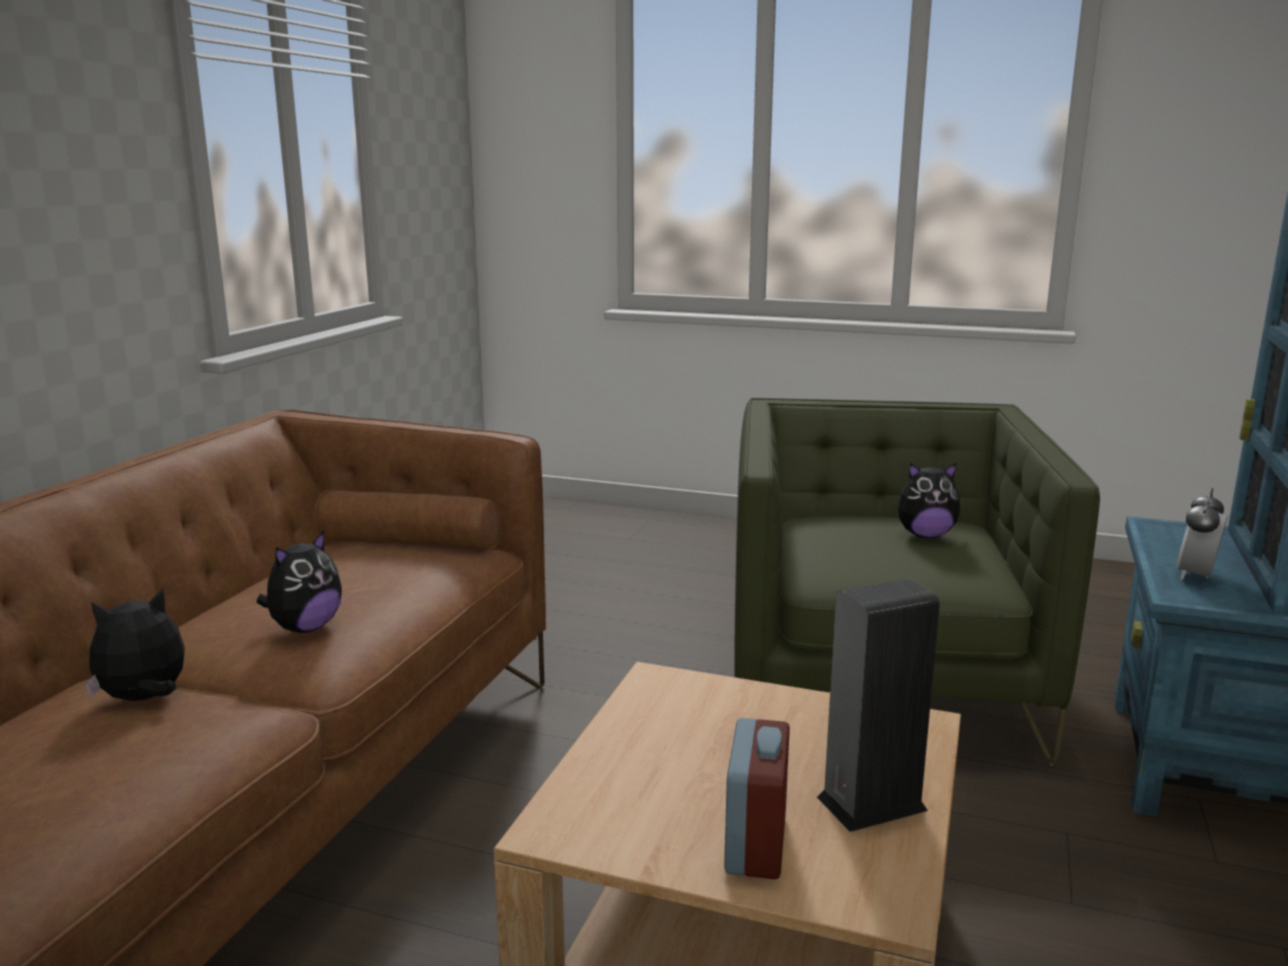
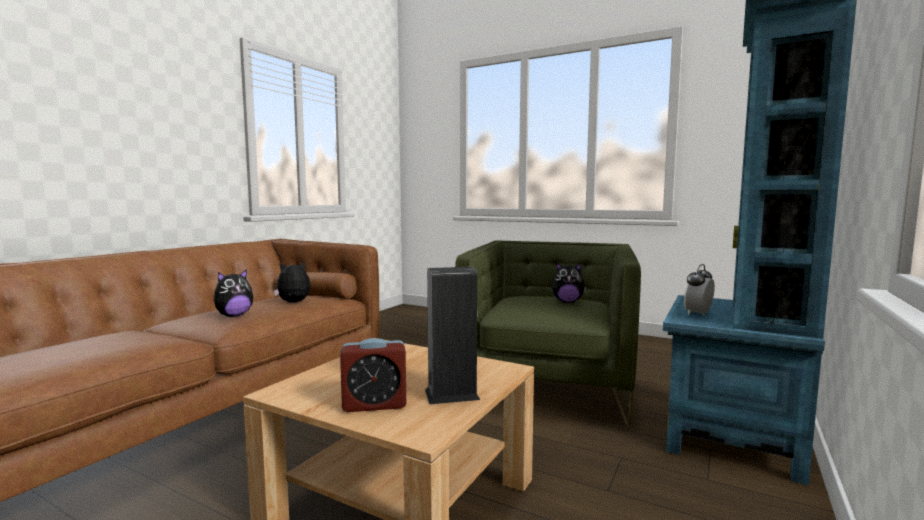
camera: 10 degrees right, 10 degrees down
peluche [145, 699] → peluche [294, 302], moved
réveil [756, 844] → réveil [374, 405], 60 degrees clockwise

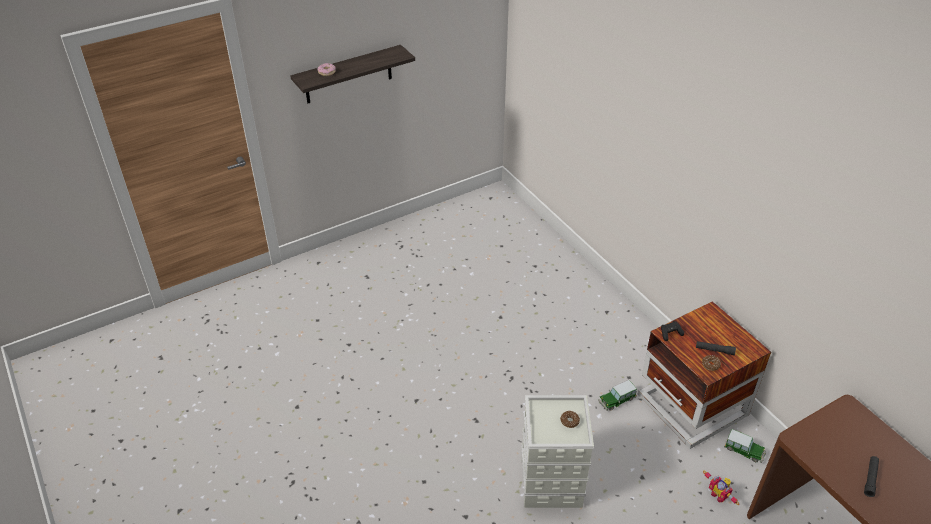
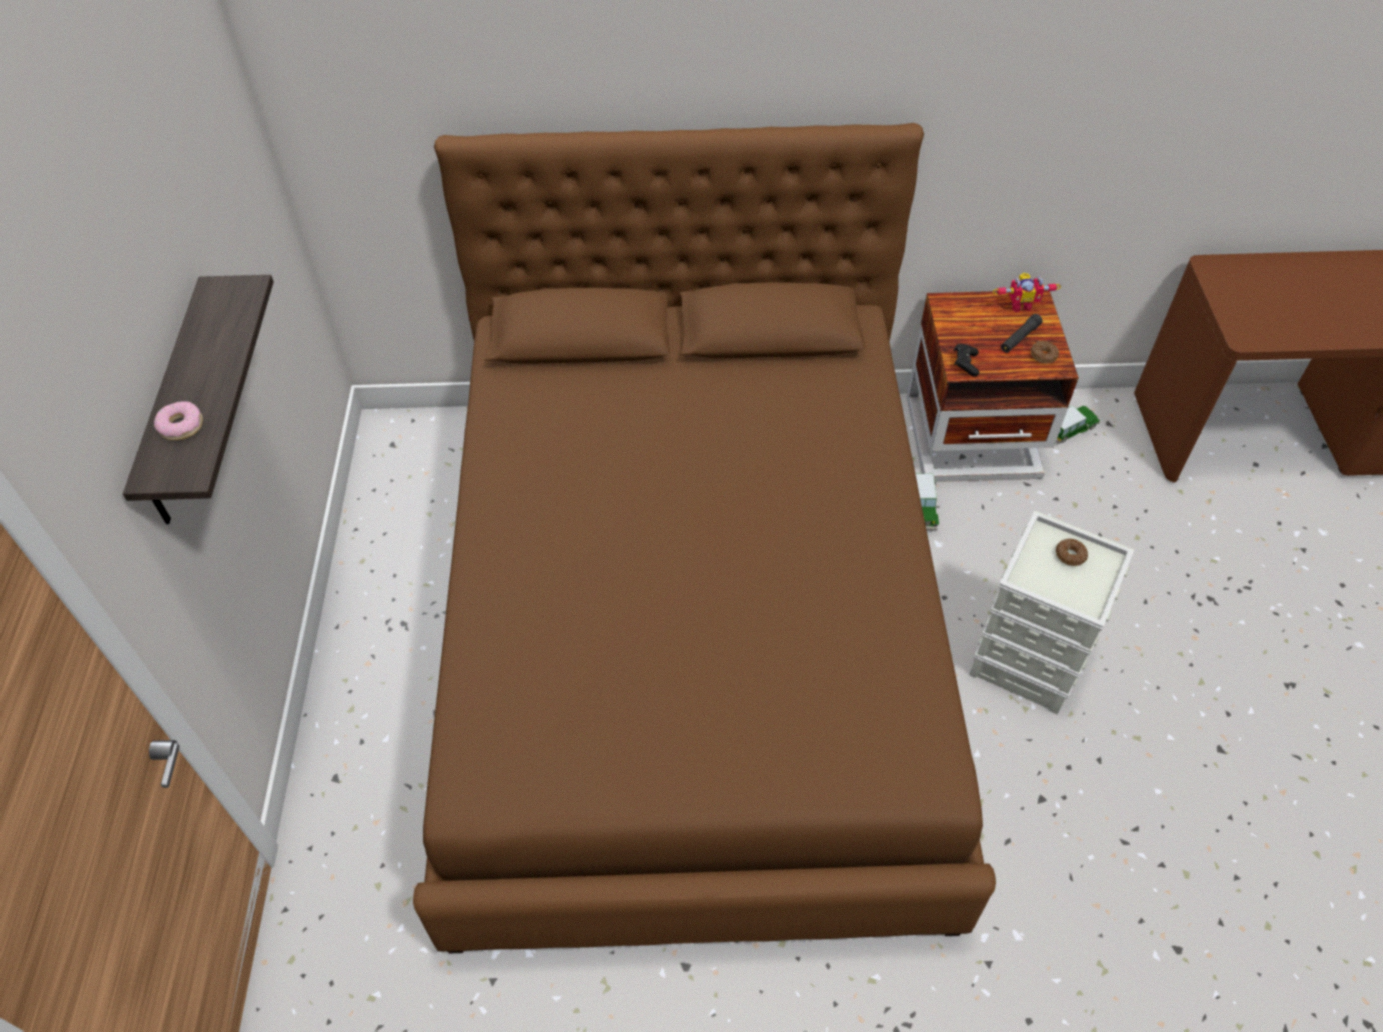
camera: 60 degrees left, 10 degrees up
robot jouet [719, 495] → robot jouet [1020, 305], moved
lampe de poche (noir) [870, 478] → -
- → lit (marron) [694, 632]

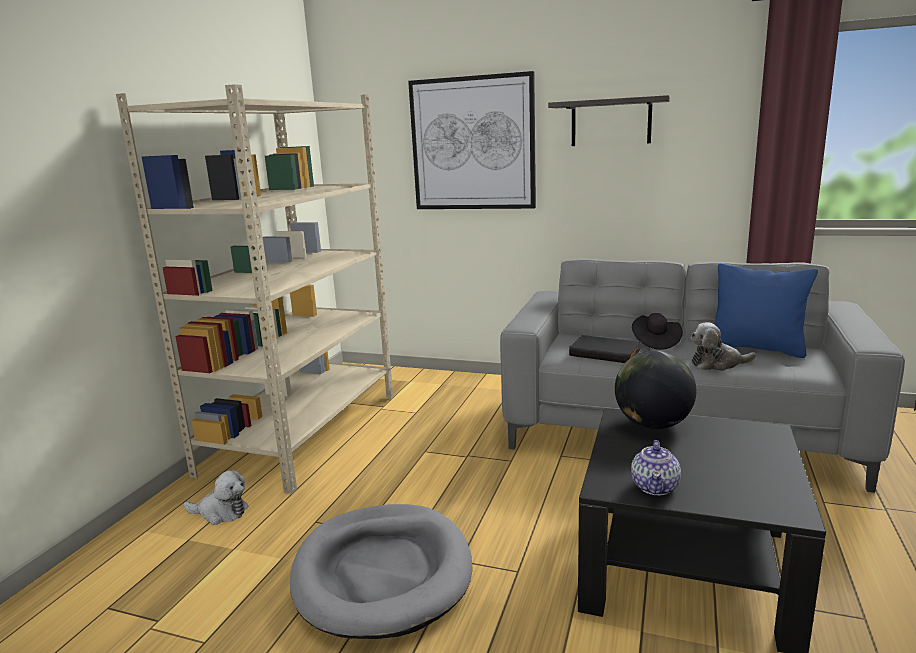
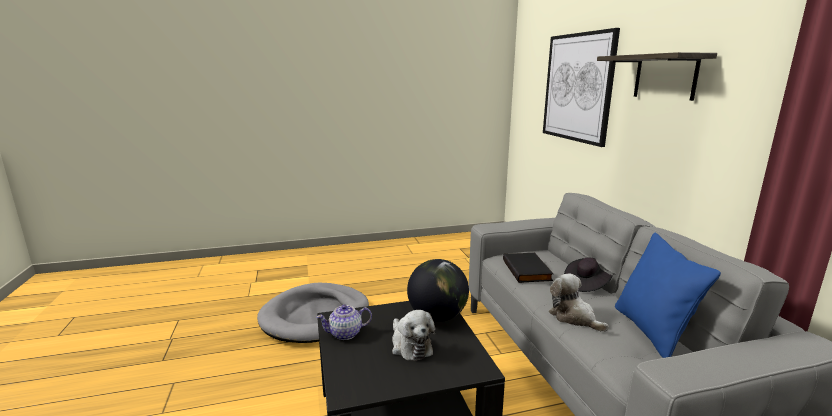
camera: 55 degrees right, 0 degrees up
bibliothèque (beige) [303, 432] → -
peluche [221, 512] → peluche [410, 345], moved

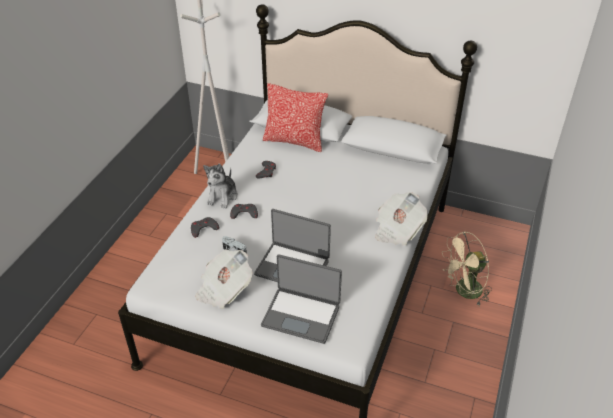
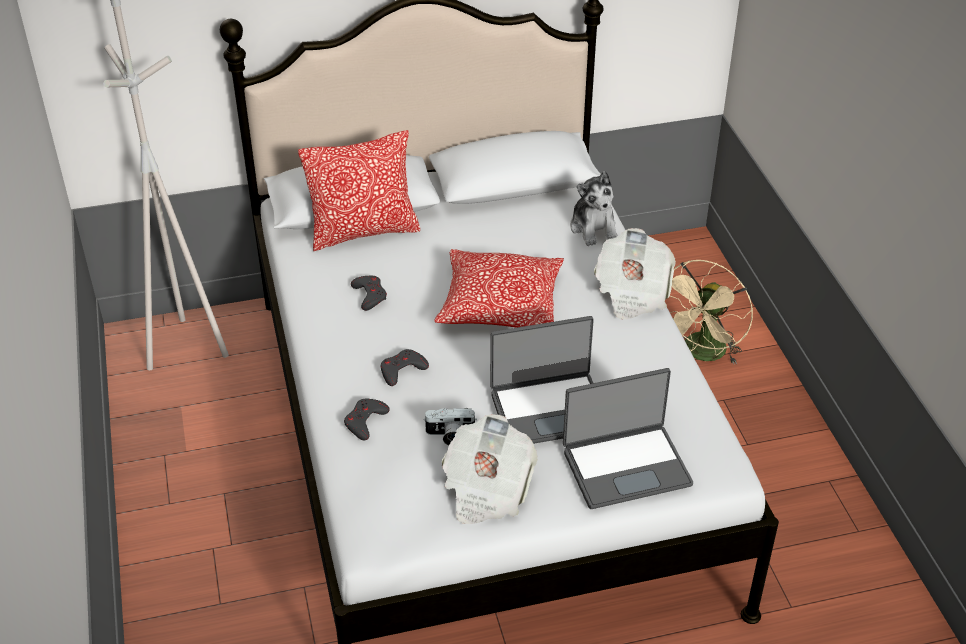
camera: 35 degrees left, 0 degrees up
peluche [223, 196] → peluche [594, 228], moved
- → coussin [500, 305]

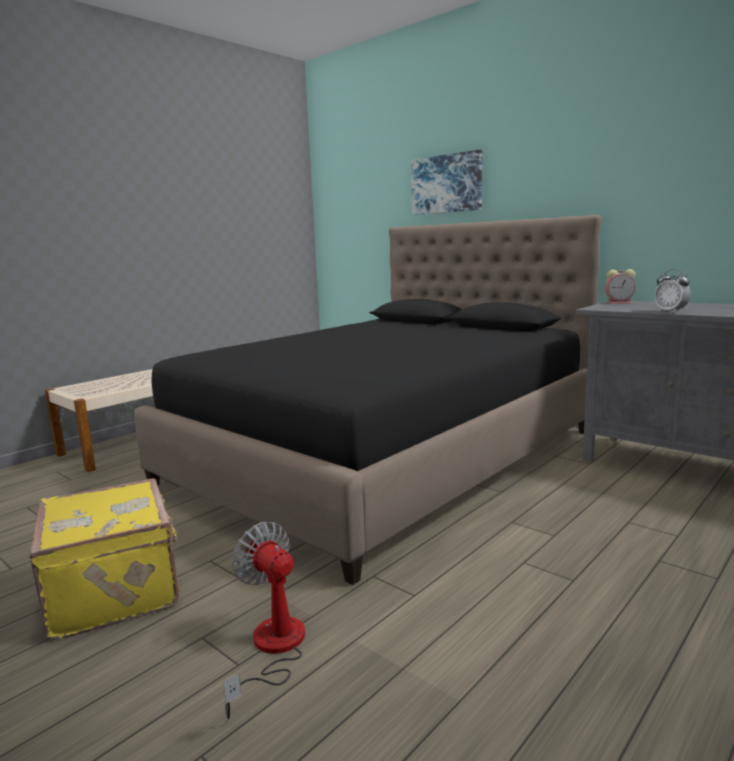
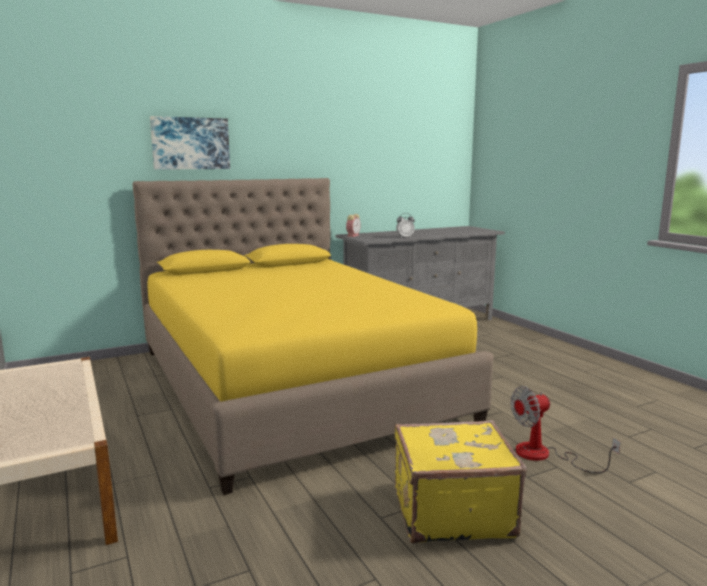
camera: 70 degrees left, 0 degrees up
lit (noir) [387, 456] → lit (jaune) [291, 383]

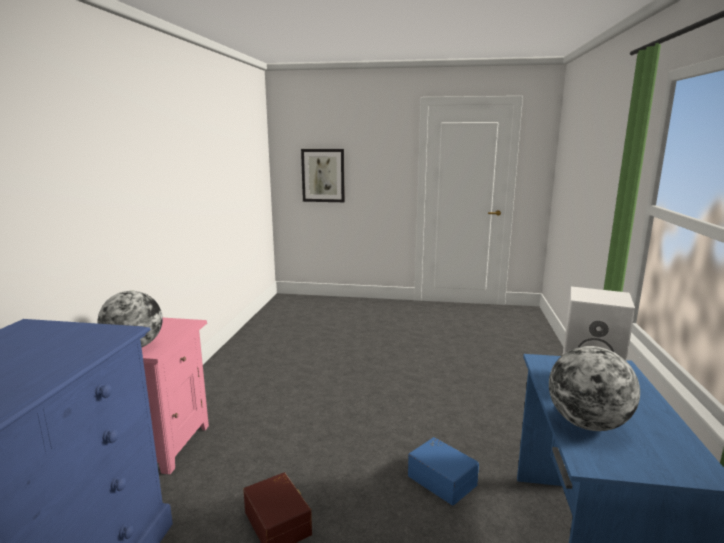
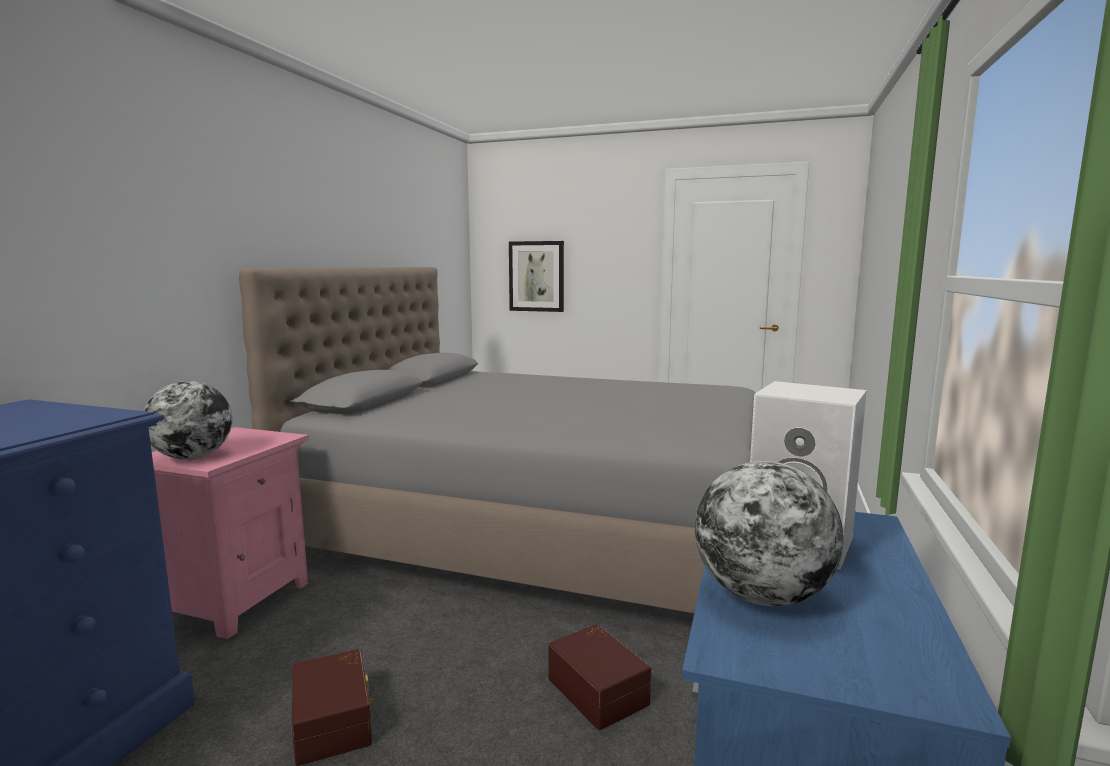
camera: 10 degrees right, 5 degrees down
boîte de rangement (bleu) [443, 479] → boîte de rangement (marron) [599, 690]
- → lit (gris) [542, 525]

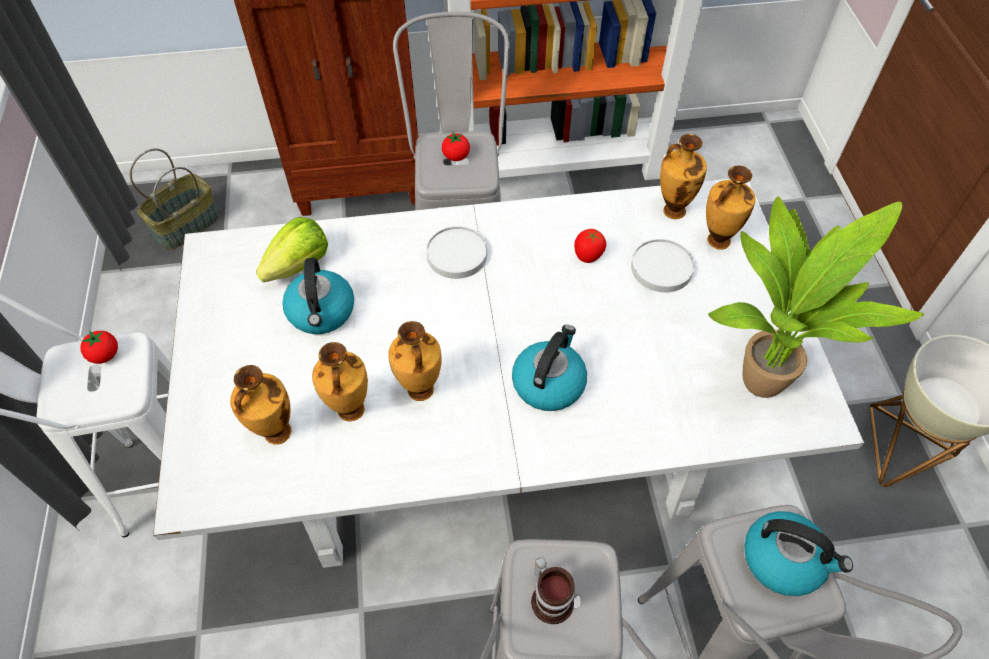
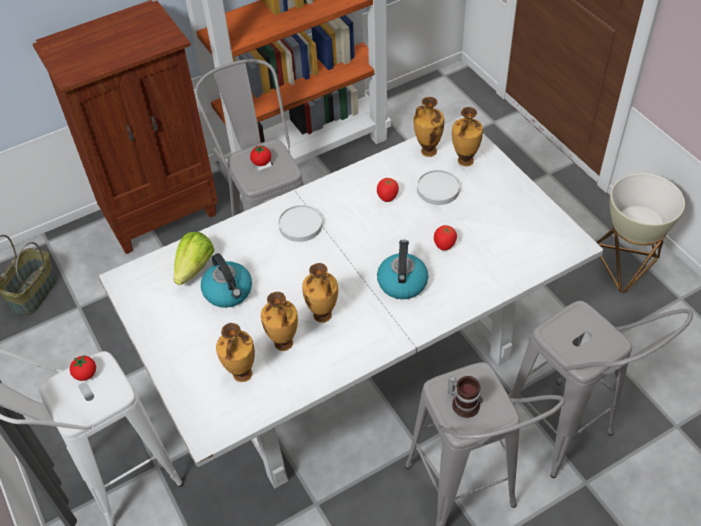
camera: 20 degrees left, 5 degrees down
plante en pot [757, 377] → -
bouilloire [784, 559] → -
- → tomate [444, 245]

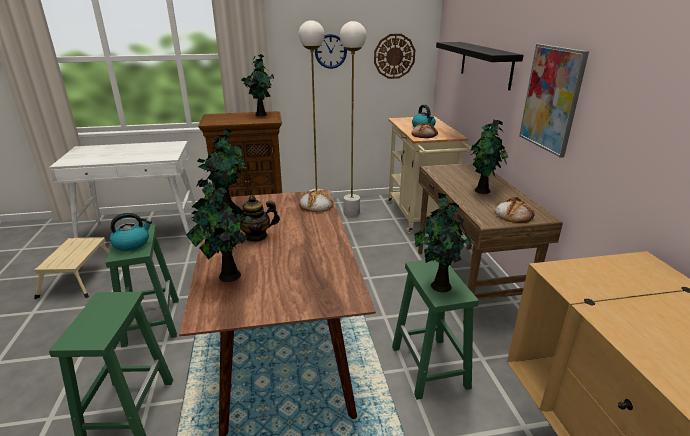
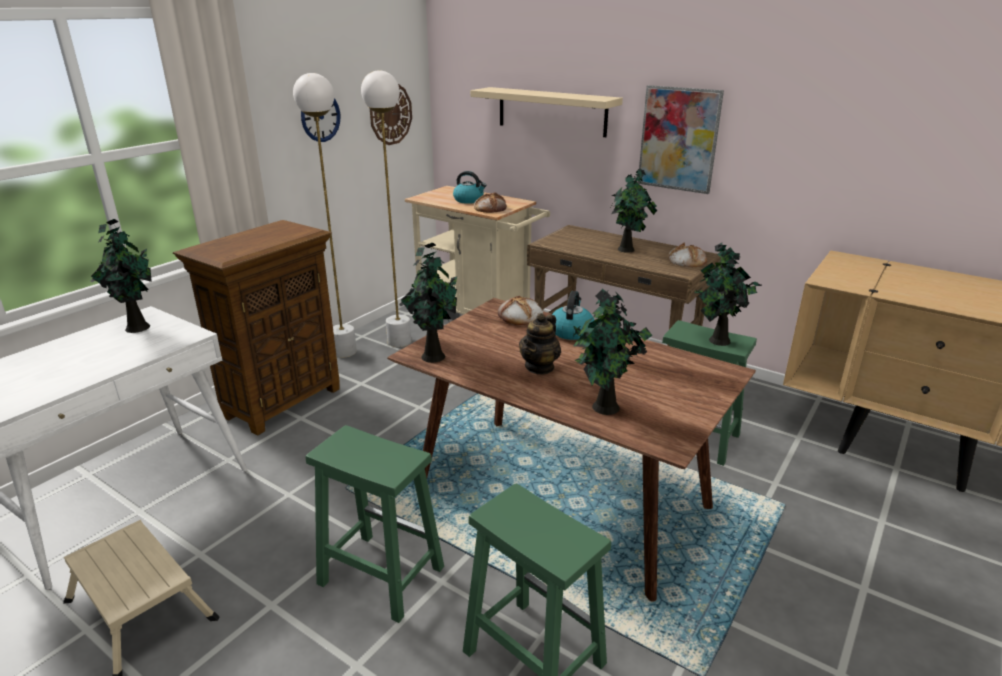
camera: 45 degrees left, 0 degrees up
bouilloire [132, 243] → bouilloire [571, 331], moved
plante en pot [261, 114] → plante en pot [136, 327], moved
étagère (noir) [485, 64] → étagère (beige) [551, 111]

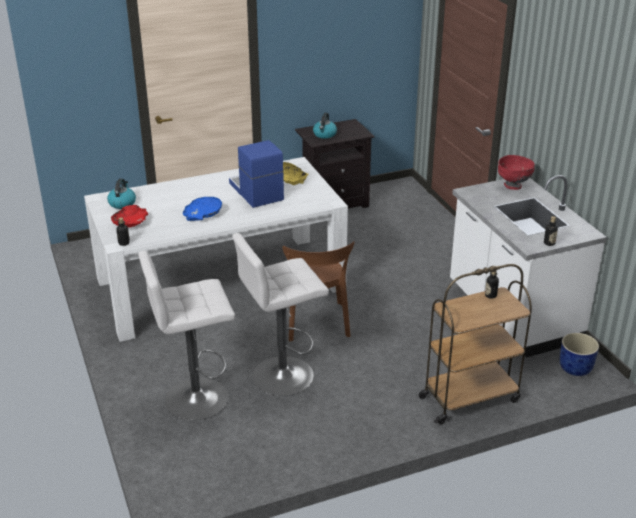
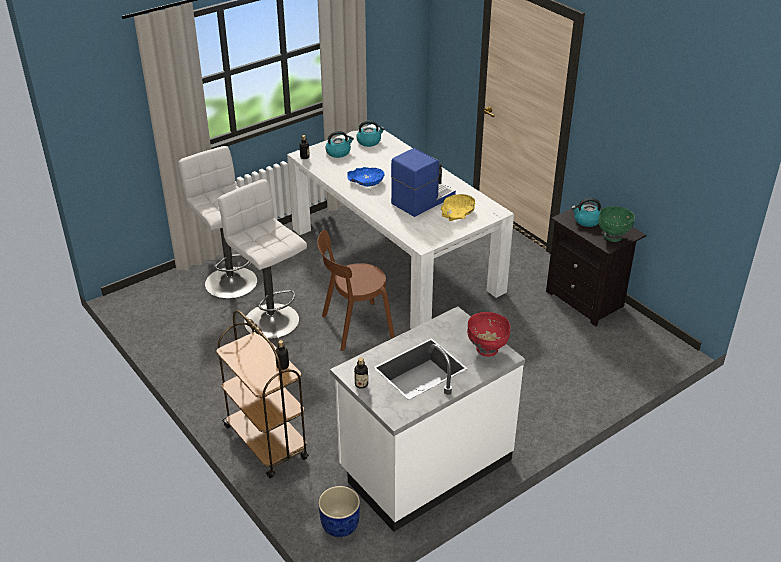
camera: 75 degrees right, 5 degrees up
bol (rouge) [130, 222] → bouilloire [338, 152]
- → bol (vert) [613, 237]

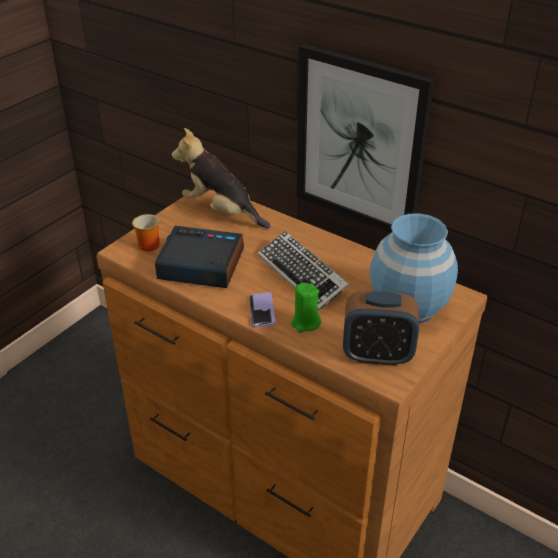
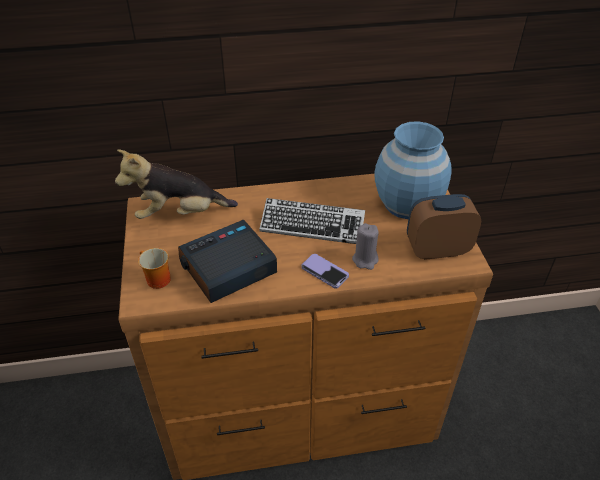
camera: 45 degrees left, 5 degrees up
bougie (vert) [305, 323] → bougie (gris) [365, 260]
tableau [360, 142] → -
réveil [377, 355] → réveil [437, 250], 150 degrees counterclockwise

